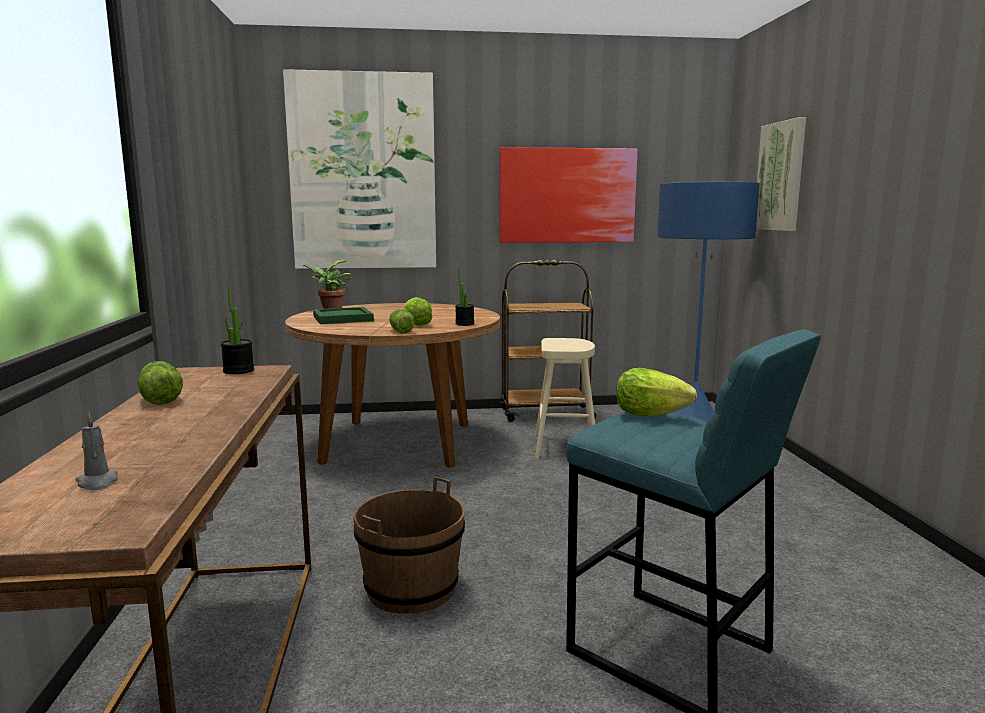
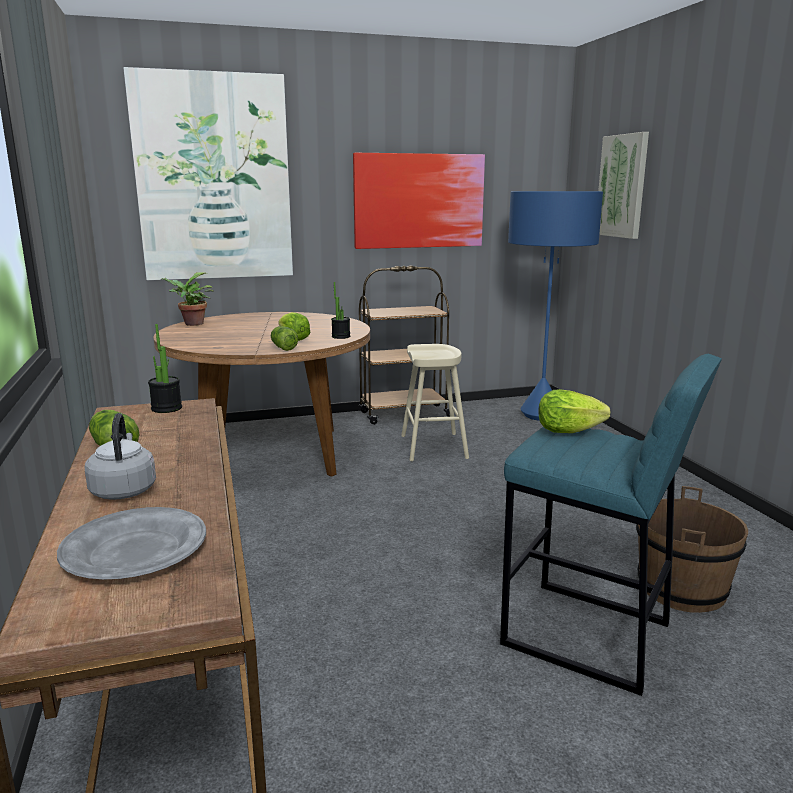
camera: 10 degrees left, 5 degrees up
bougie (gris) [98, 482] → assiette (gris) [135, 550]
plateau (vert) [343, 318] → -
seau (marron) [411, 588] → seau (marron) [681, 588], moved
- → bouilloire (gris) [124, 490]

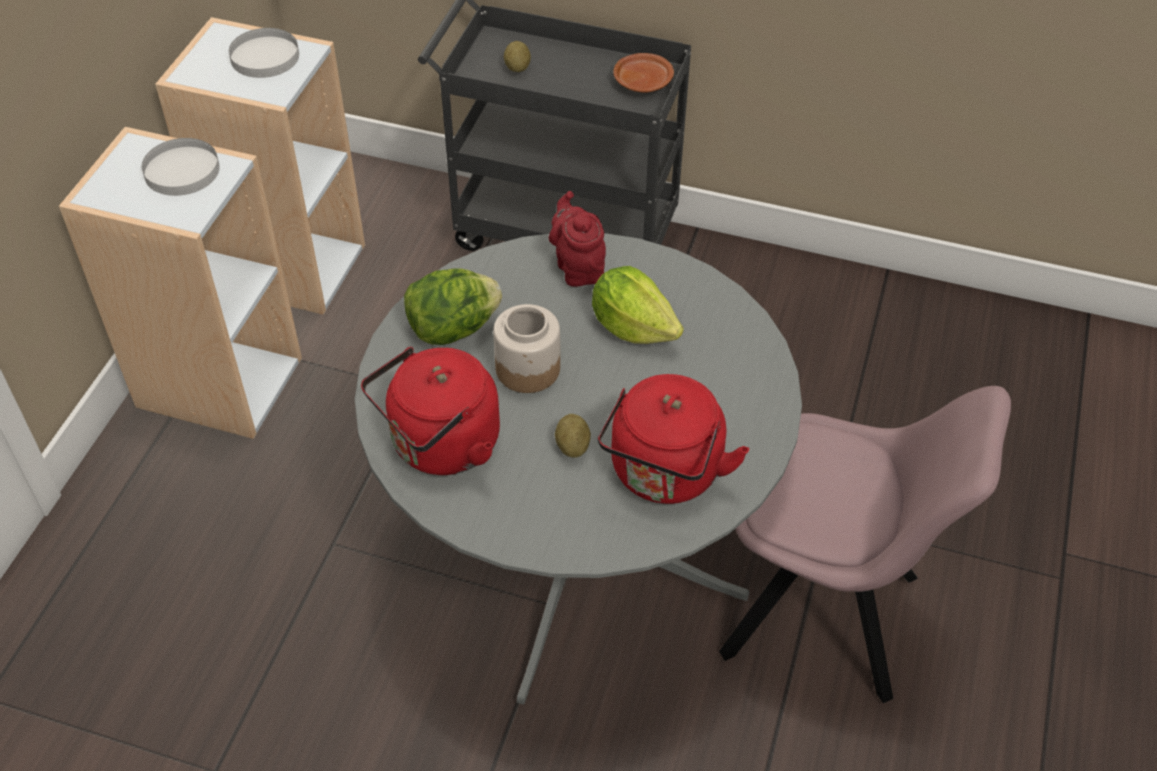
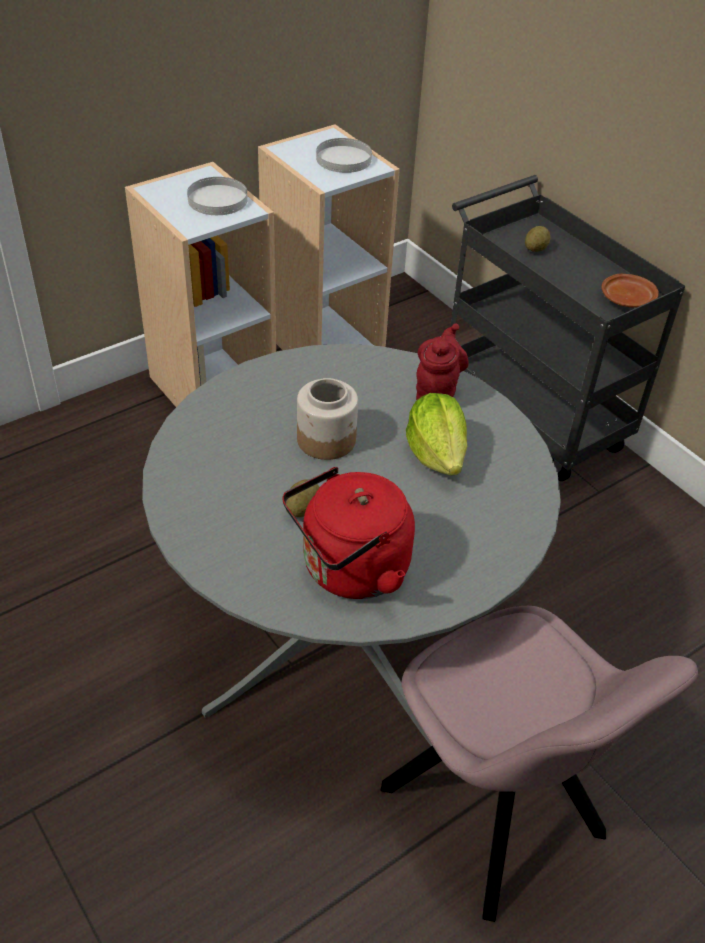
camera: 35 degrees right, 5 degrees down
bouilloire (rouge) [440, 446] → -
laitue [453, 329] → -

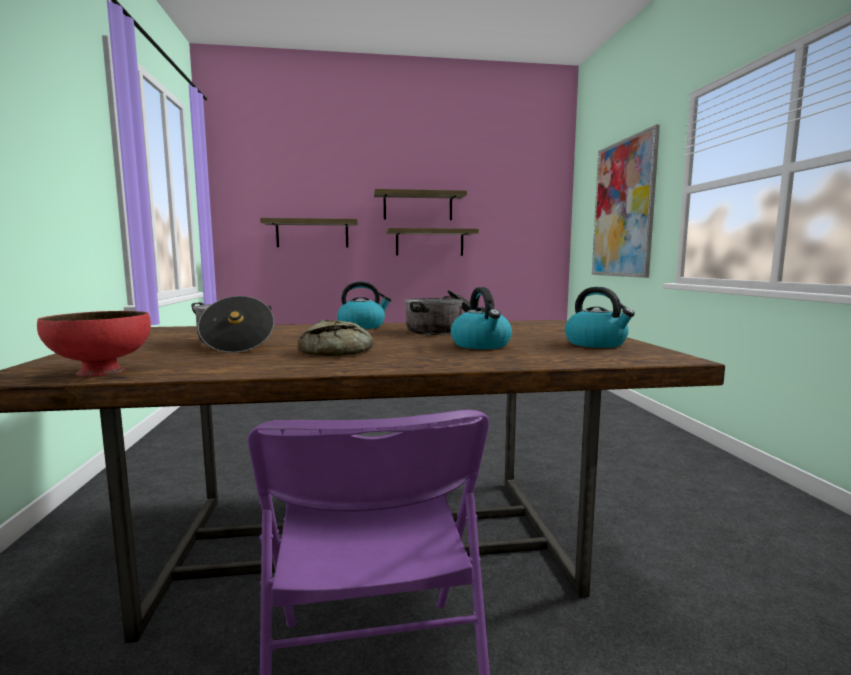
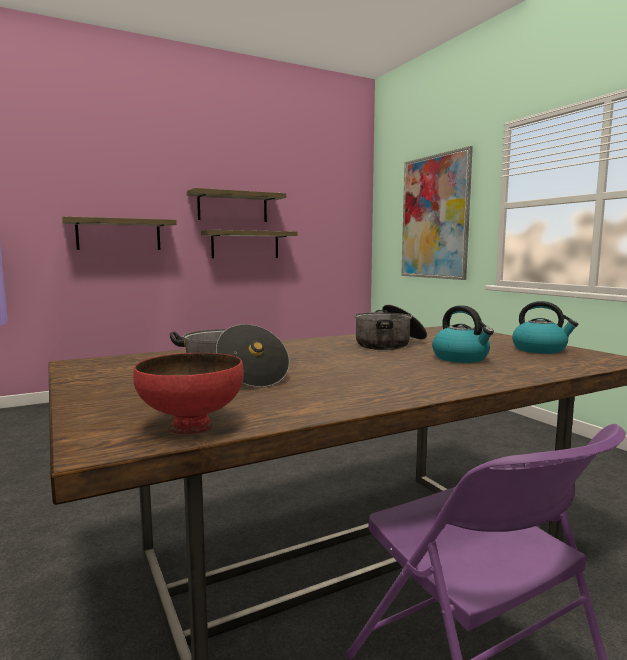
camera: 20 degrees left, 0 degrees up
pain [340, 351] → -
bouilloire [362, 326] → -

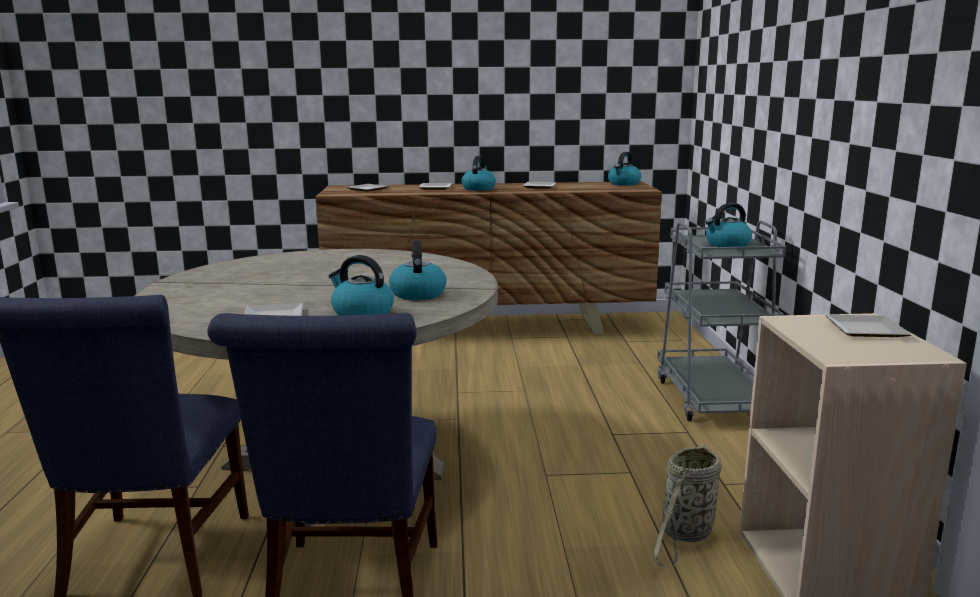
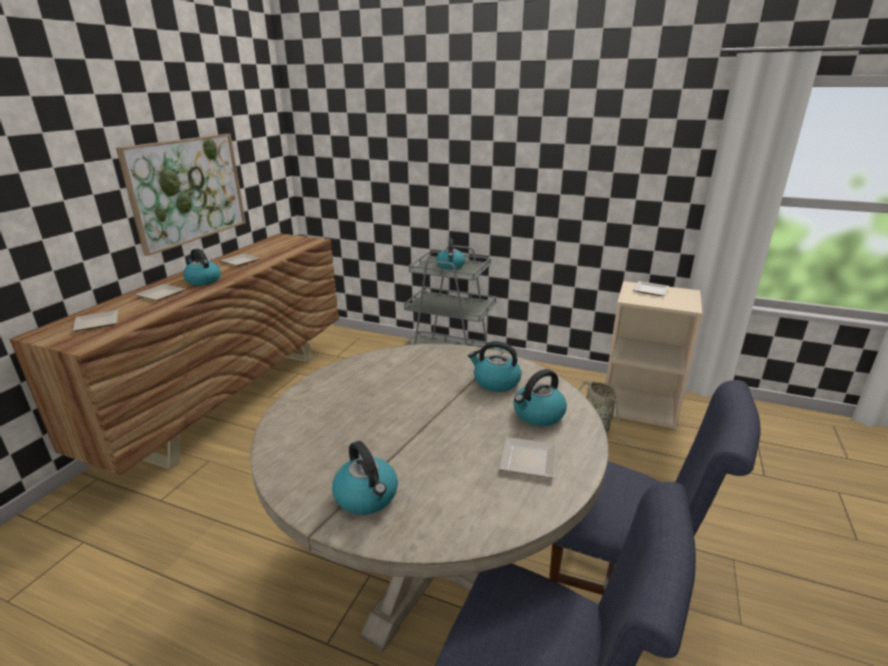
camera: 65 degrees left, 10 degrees up
bouilloire [624, 183] → bouilloire [367, 497], moved
- → tableau [187, 190]

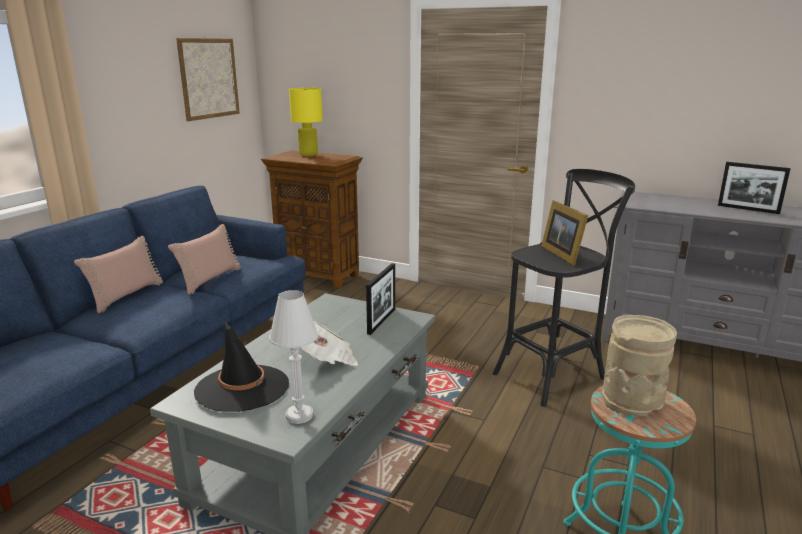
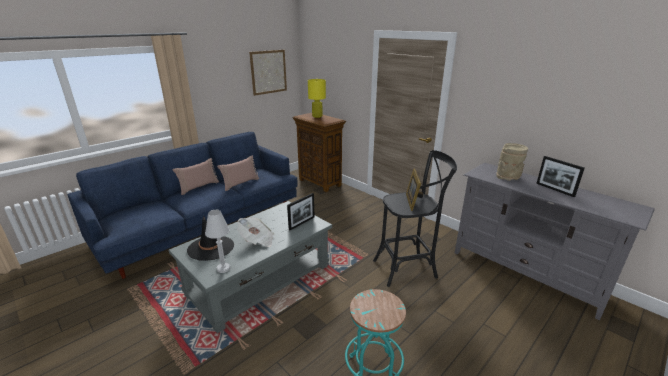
camera: 20 degrees right, 5 degrees up
vase (beige) [632, 402] → vase (beige) [508, 177], moved

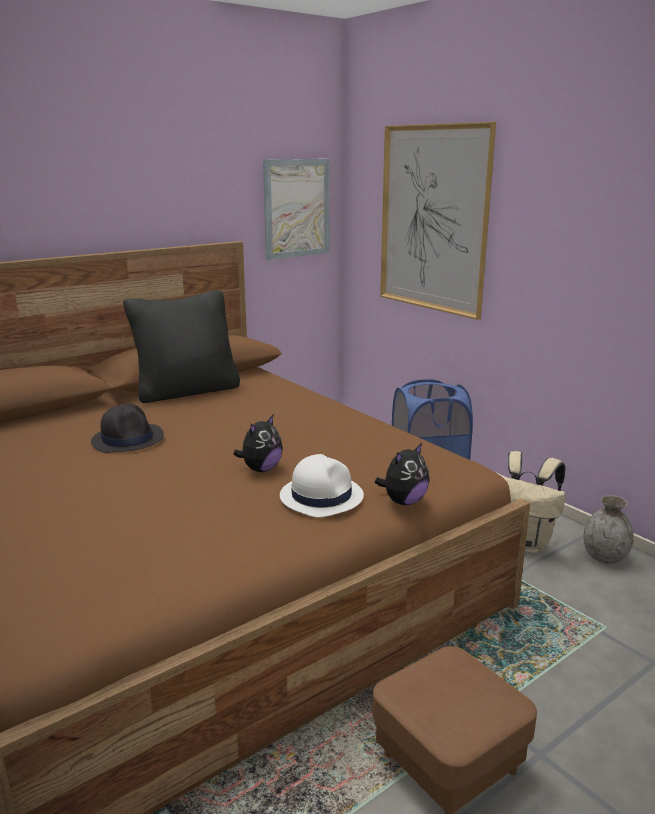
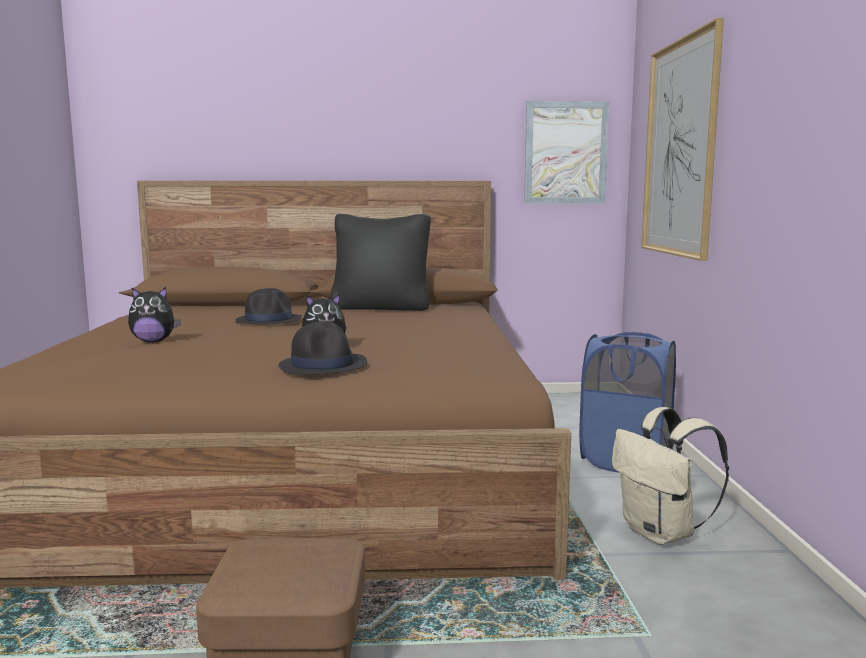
camera: 35 degrees right, 10 degrees down
chapeau (blanc) [321, 496] → chapeau (noir) [323, 365]
peluche [403, 501] → peluche [153, 341], moved
vase (gris) [605, 557] → -

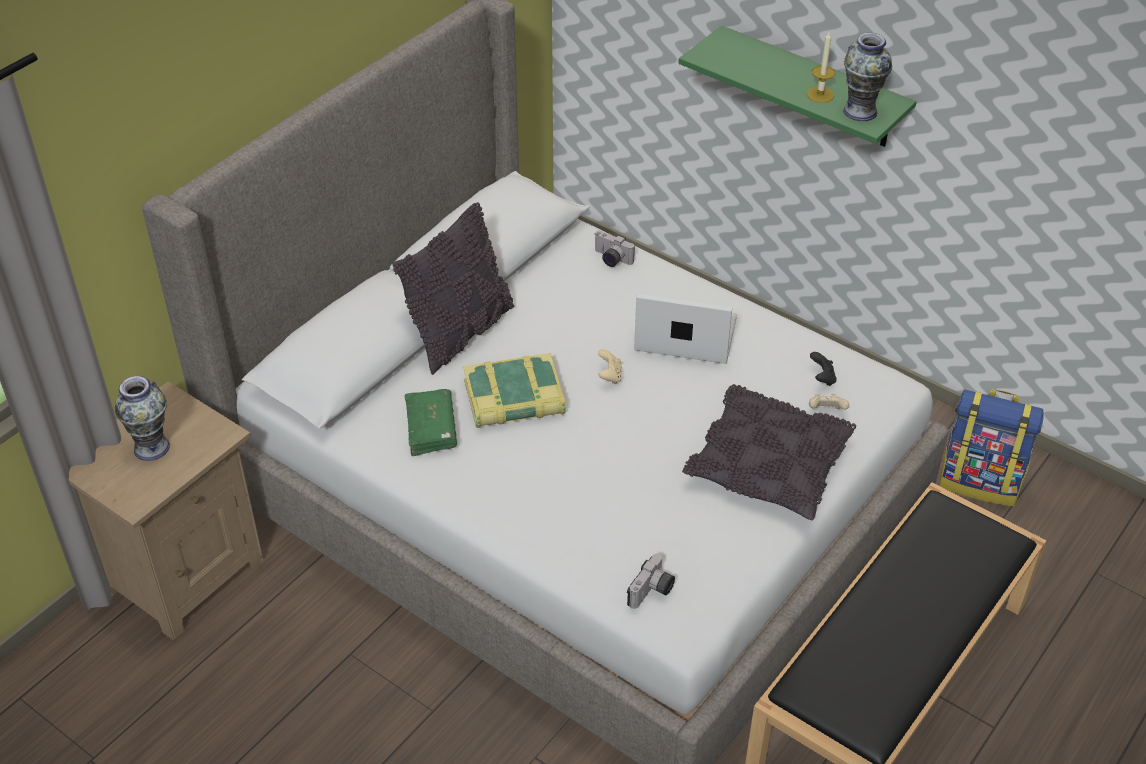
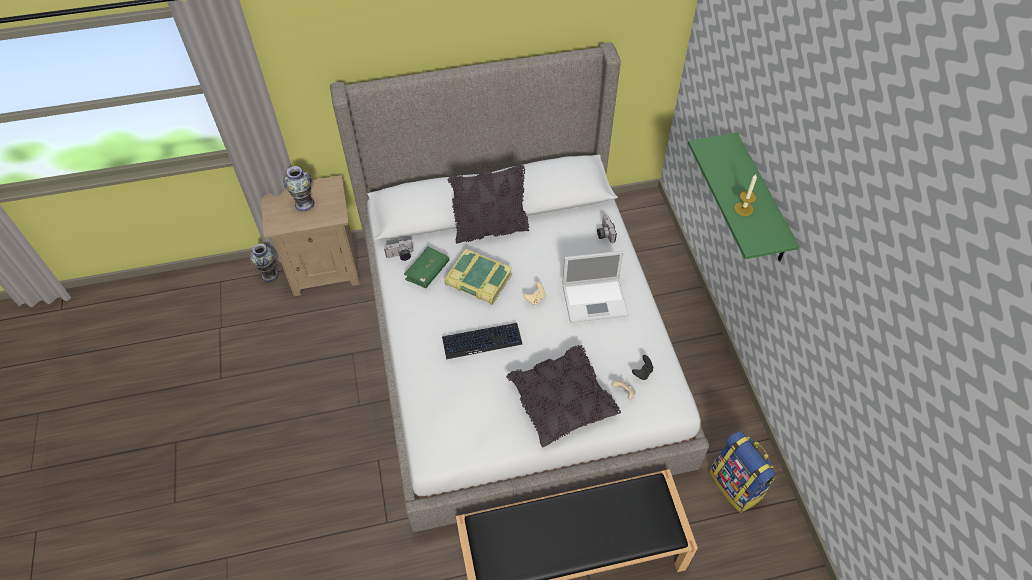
camera: 40 degrees right, 10 degrees up
appareil photo [652, 592] → appareil photo [400, 256], moved
ordinateur portable [683, 335] → ordinateur portable [596, 300], 120 degrees clockwise
vase [860, 111] → vase [270, 275], moved
- → clavier [482, 341]

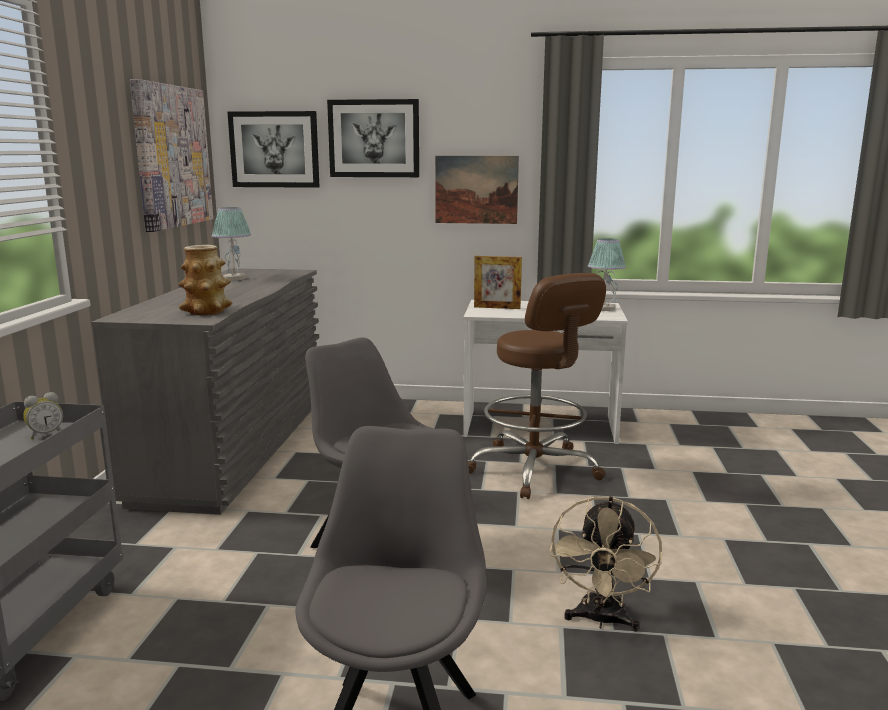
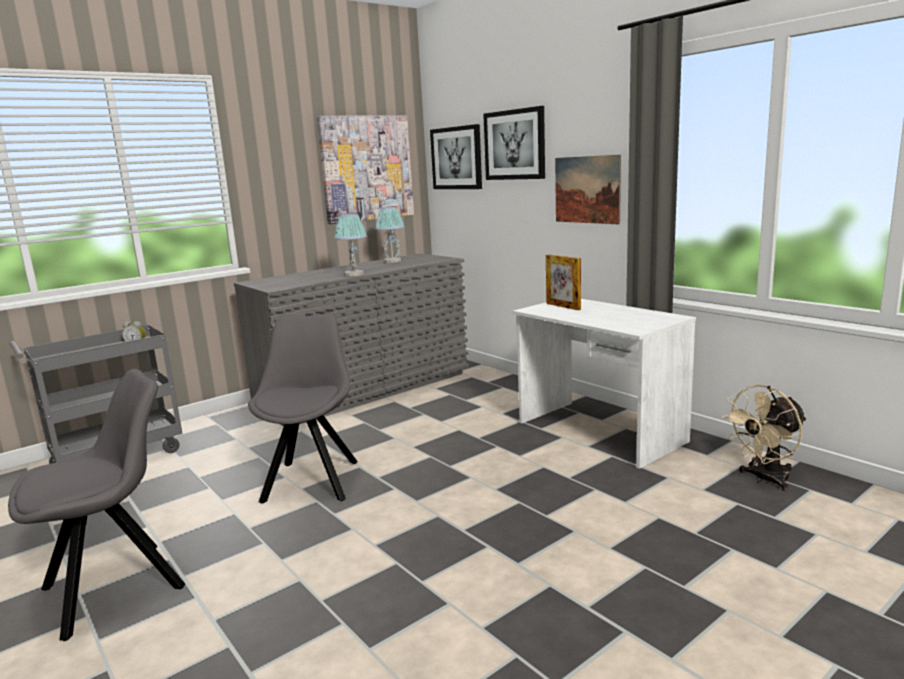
camera: 45 degrees right, 0 degrees up
vase [207, 311] → -
tabouret (marron) [534, 470] → -
ventilateur (beige) [601, 620] → ventilateur (beige) [765, 479], moved
lampe de table [603, 308] → lampe de table [354, 274], moved

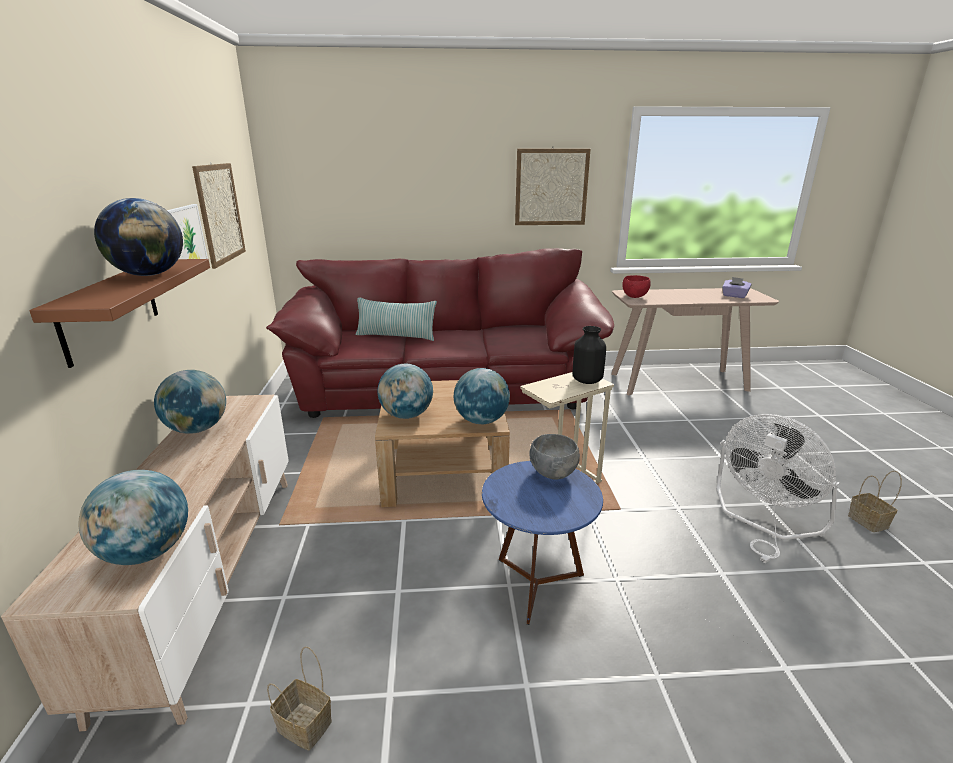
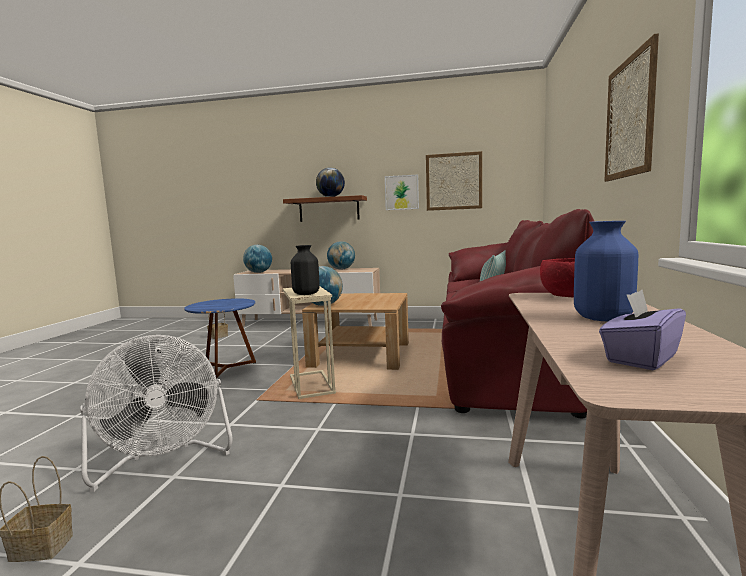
camera: 105 degrees right, 15 degrees down
globe [406, 415] → -
bol (gris) [553, 473] → -
- → vase (bleu) [602, 318]

